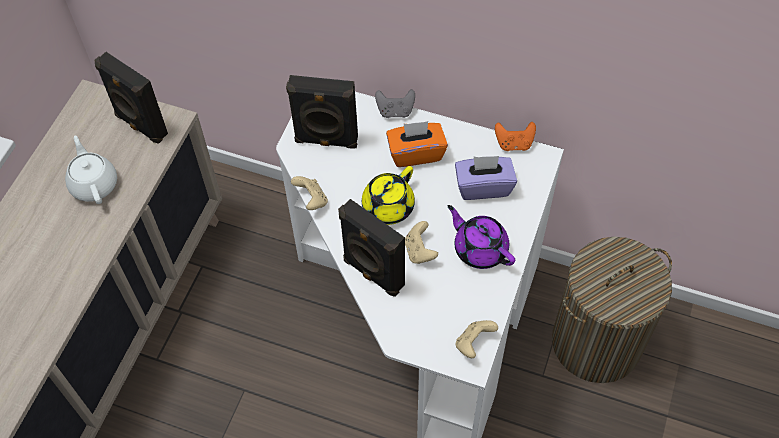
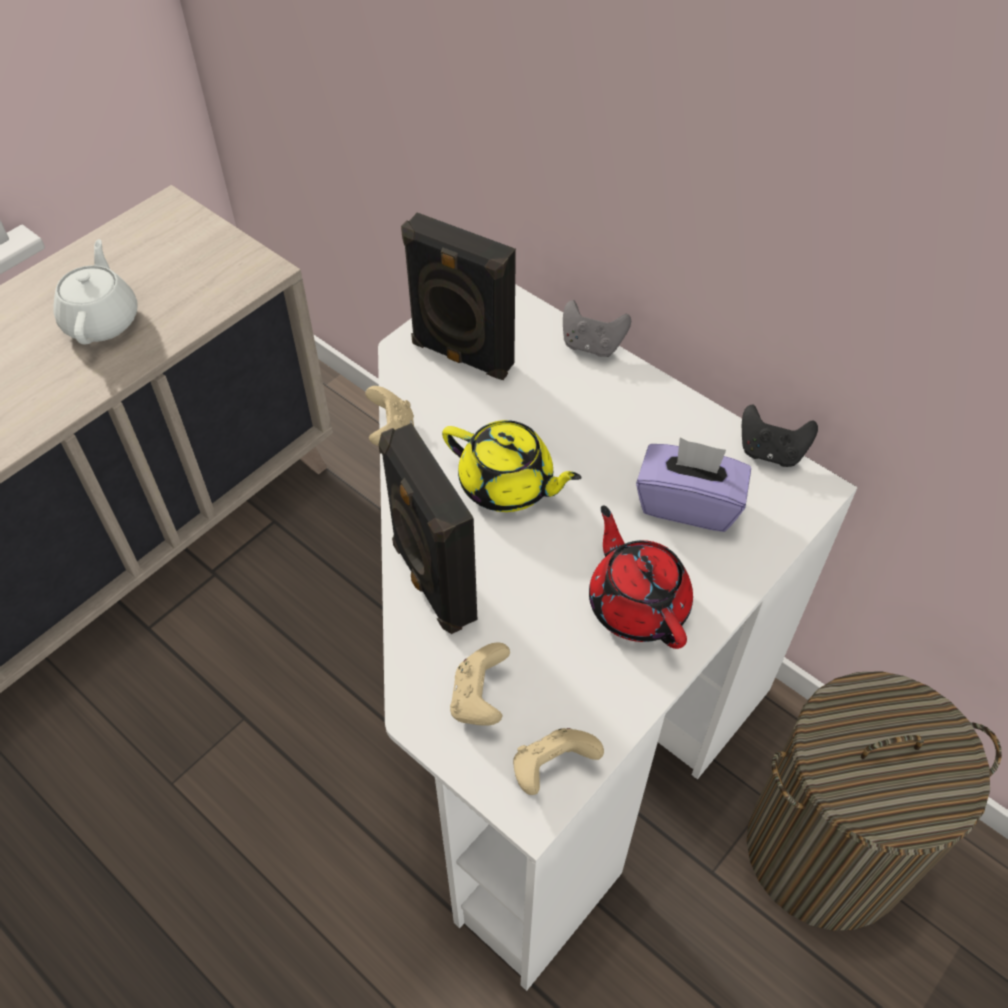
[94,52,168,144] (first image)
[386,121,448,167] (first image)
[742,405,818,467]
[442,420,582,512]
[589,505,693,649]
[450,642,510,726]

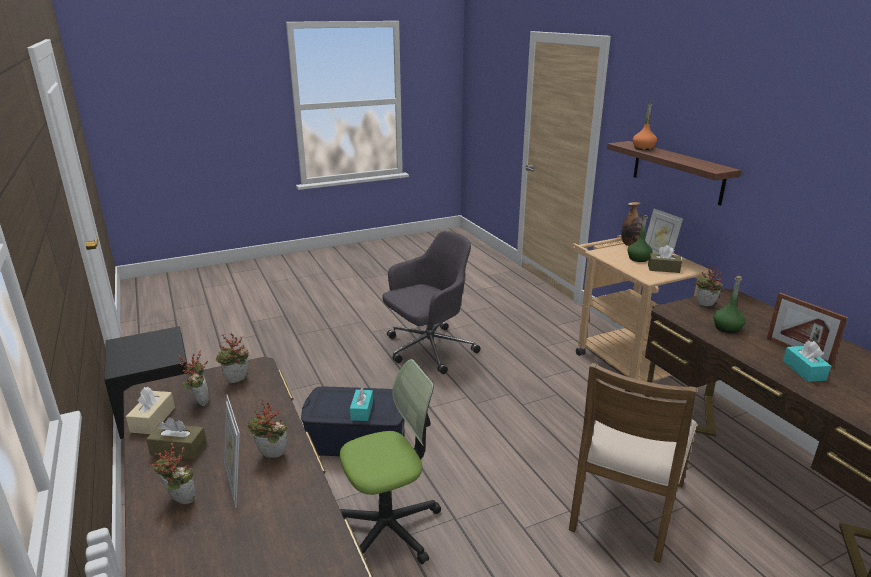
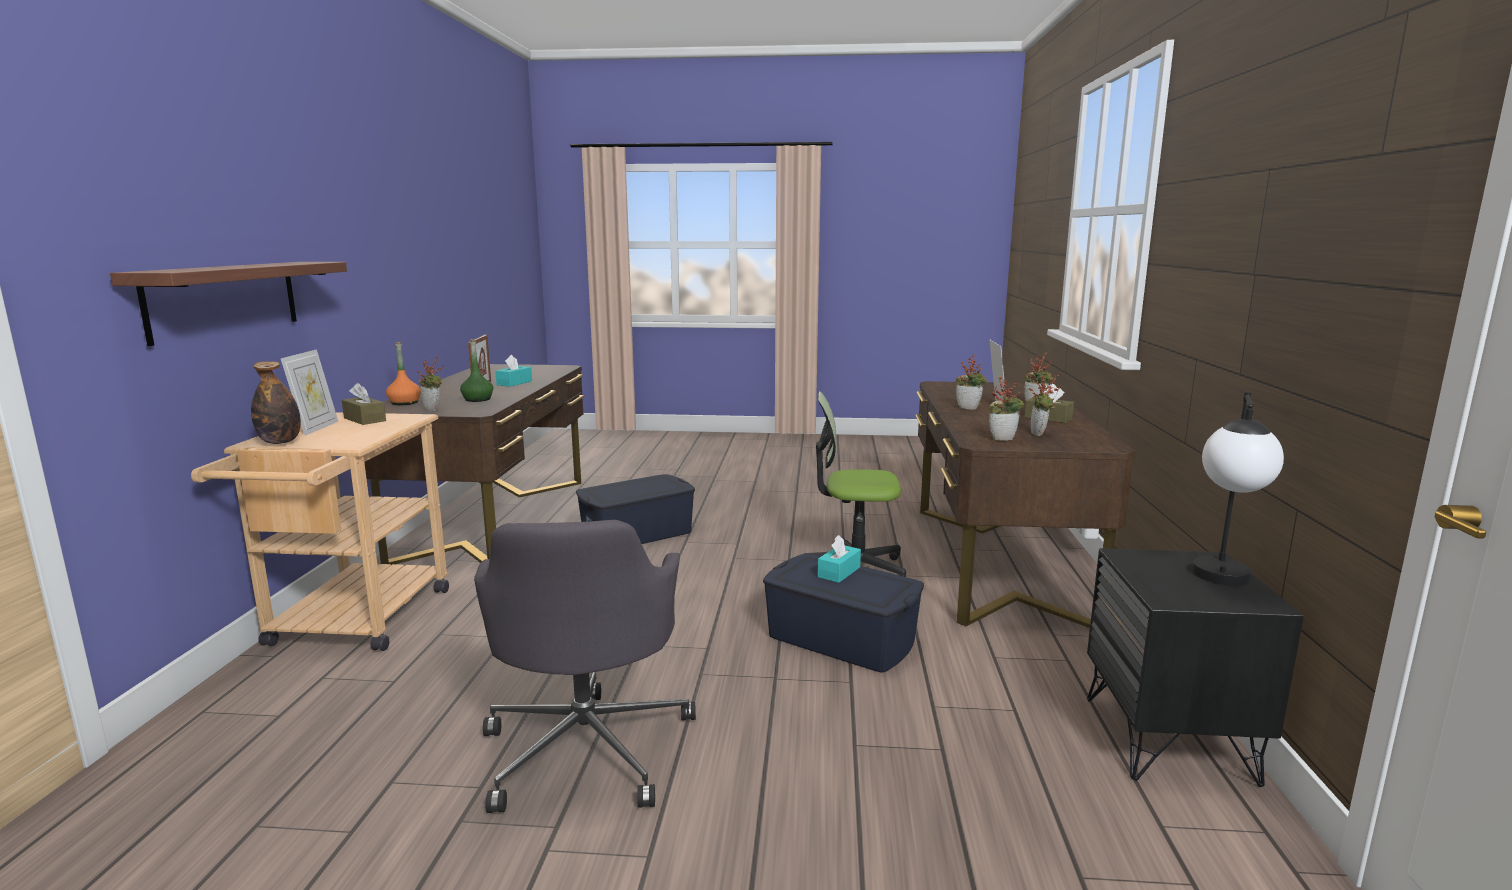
[386,342,421,405]
[628,215,653,262] (first image)
[474,520,696,813]
[576,474,695,544]
[126,387,175,434] (first image)
[1192,391,1284,585]

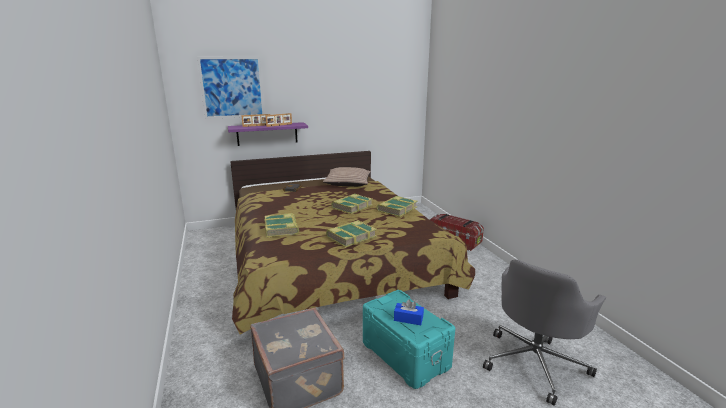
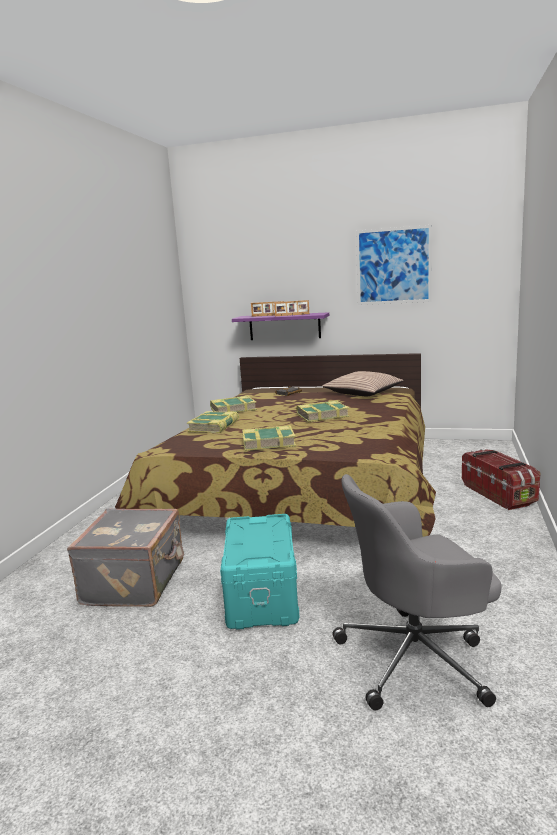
[356,225,432,305]
[210,396,257,412]
[394,299,424,325] (first image)

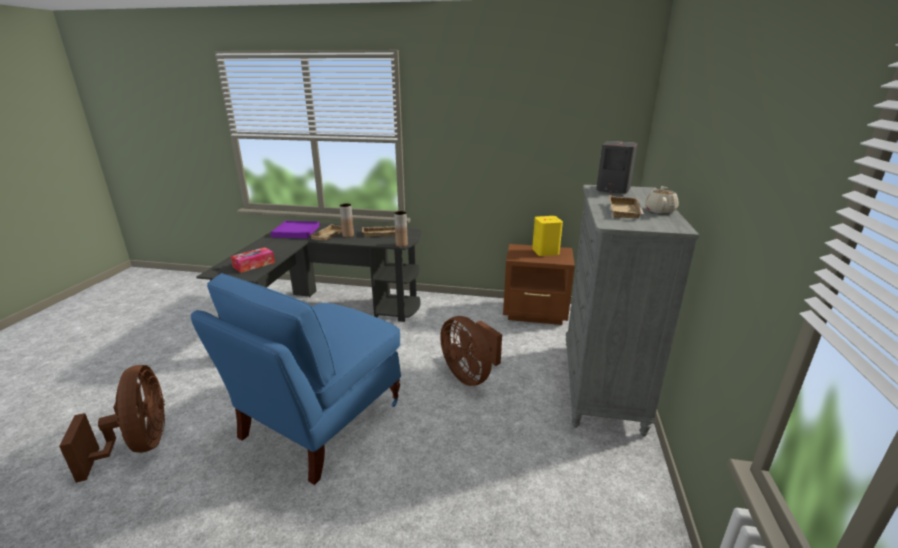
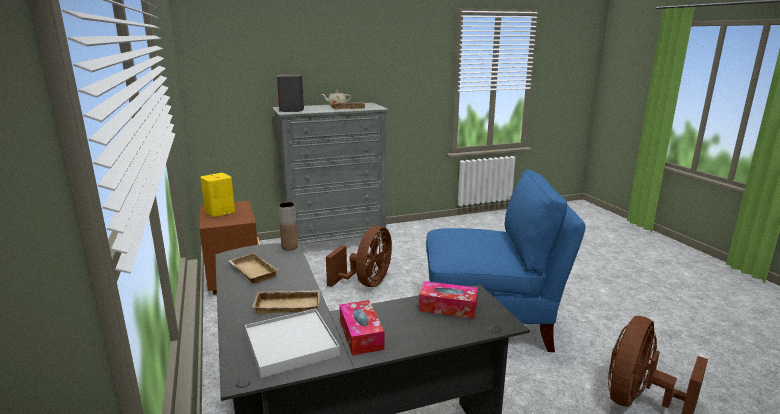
[339,203,354,238] (first image)
[245,309,340,378]
[339,300,384,355]

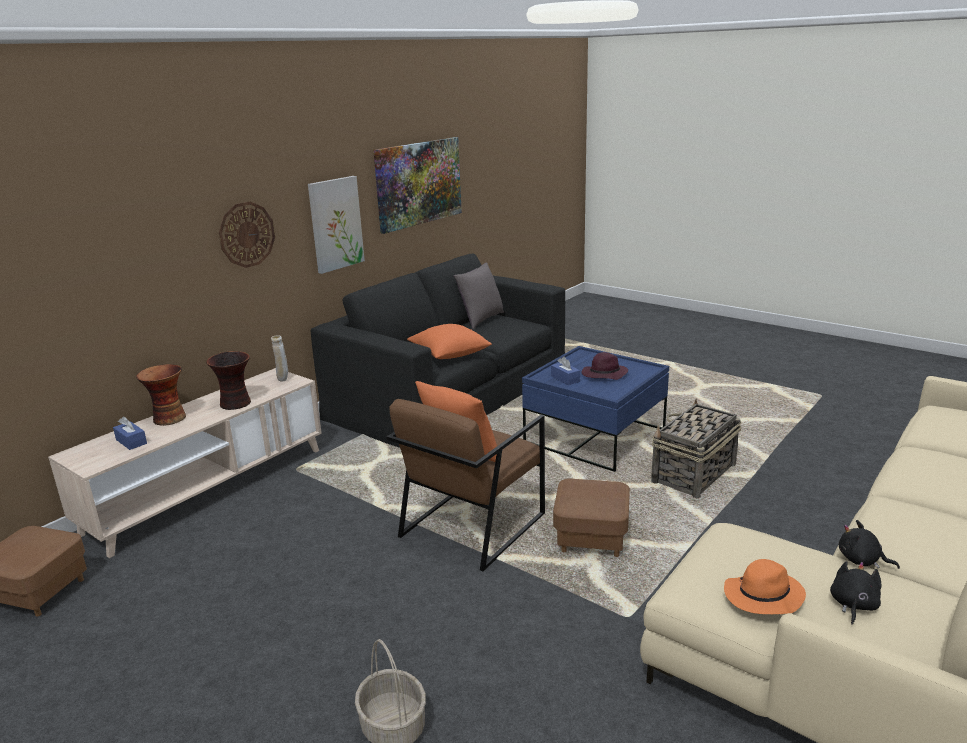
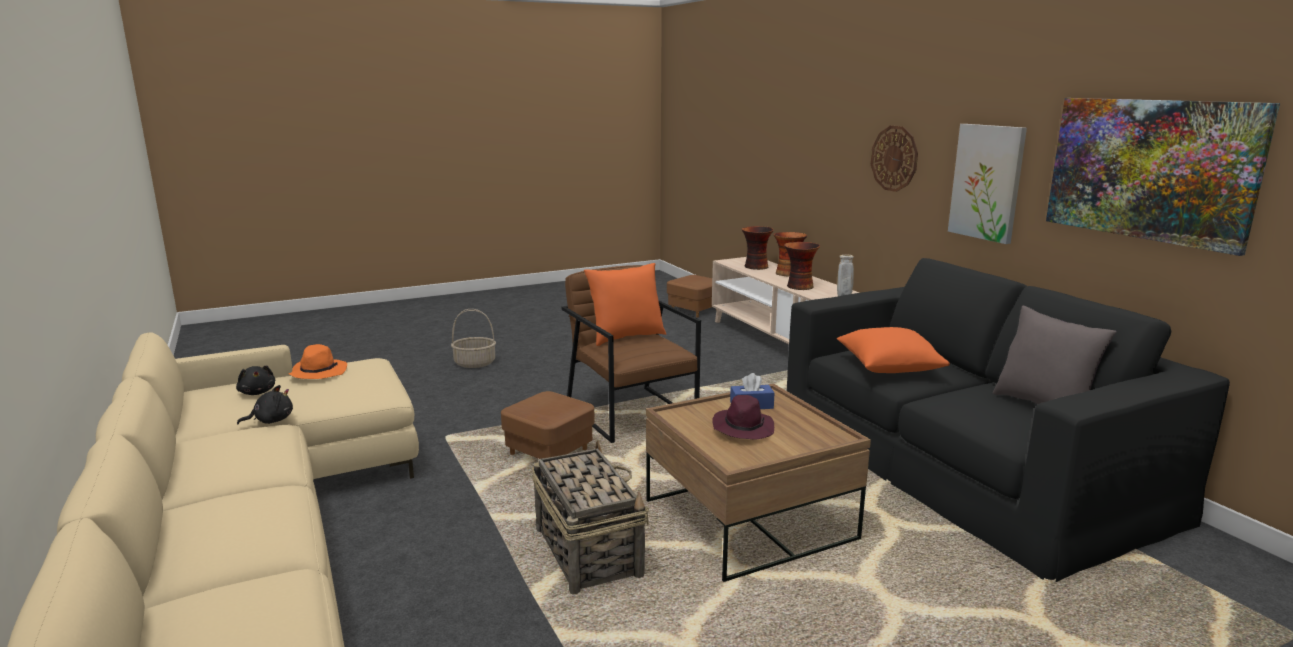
[646,383,871,582]
[742,226,774,270]

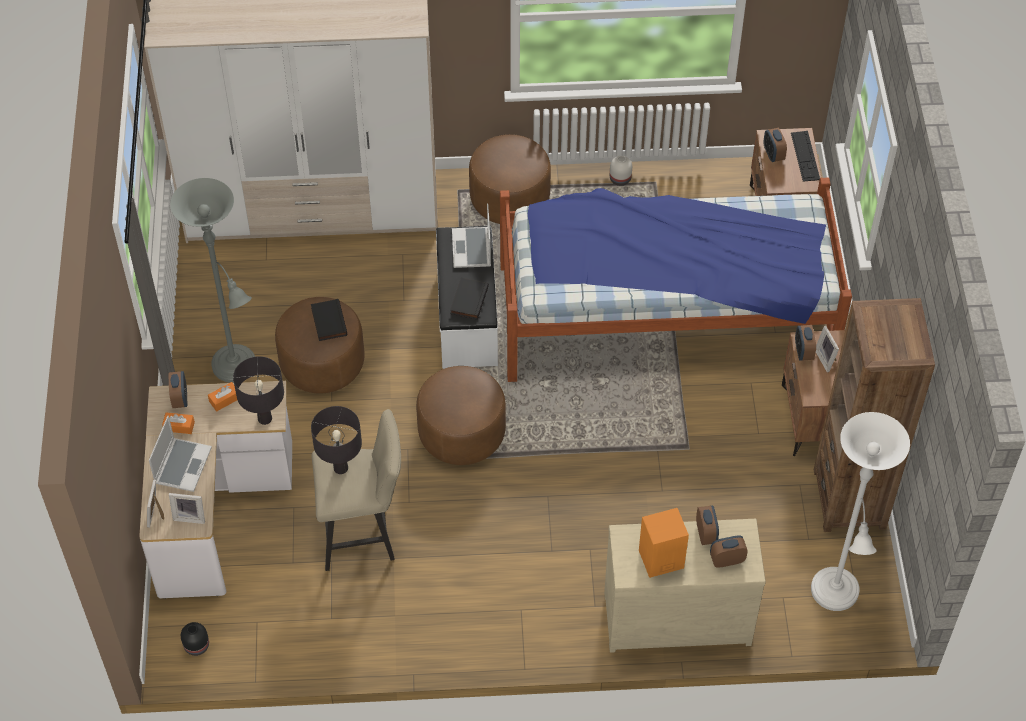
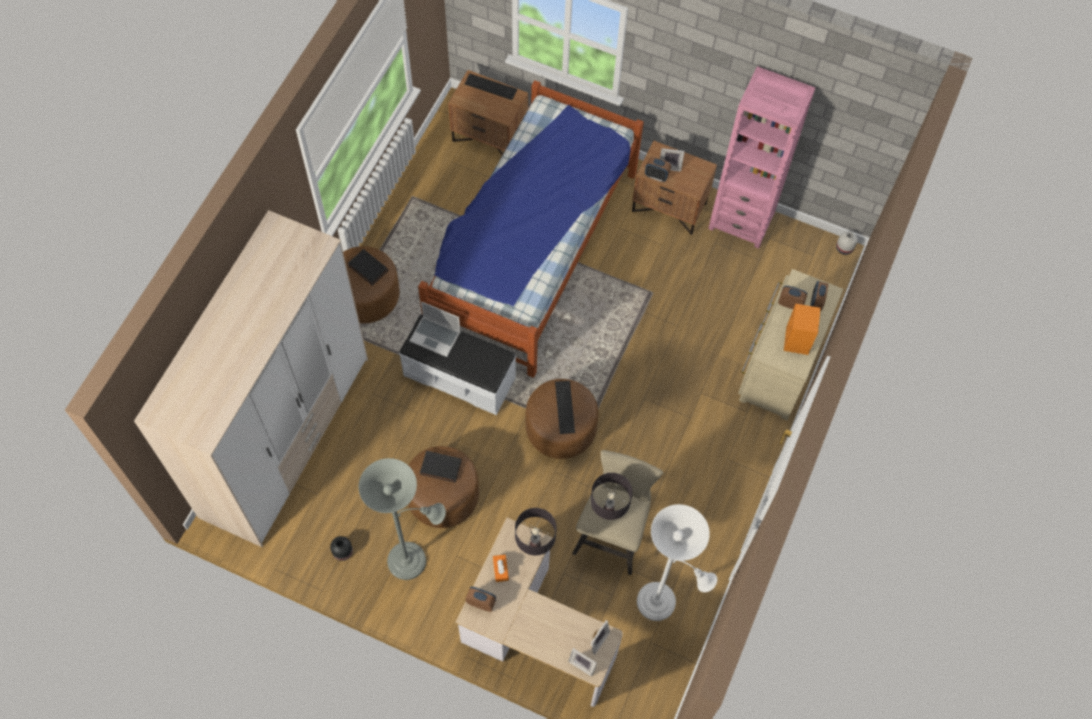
[764,128,787,162] (first image)
[836,231,857,255]
[348,249,388,286]
[708,66,815,249]
[162,412,195,434] (first image)
[637,504,717,621]
[149,416,212,492] (first image)
[330,536,353,561]
[555,381,575,434]

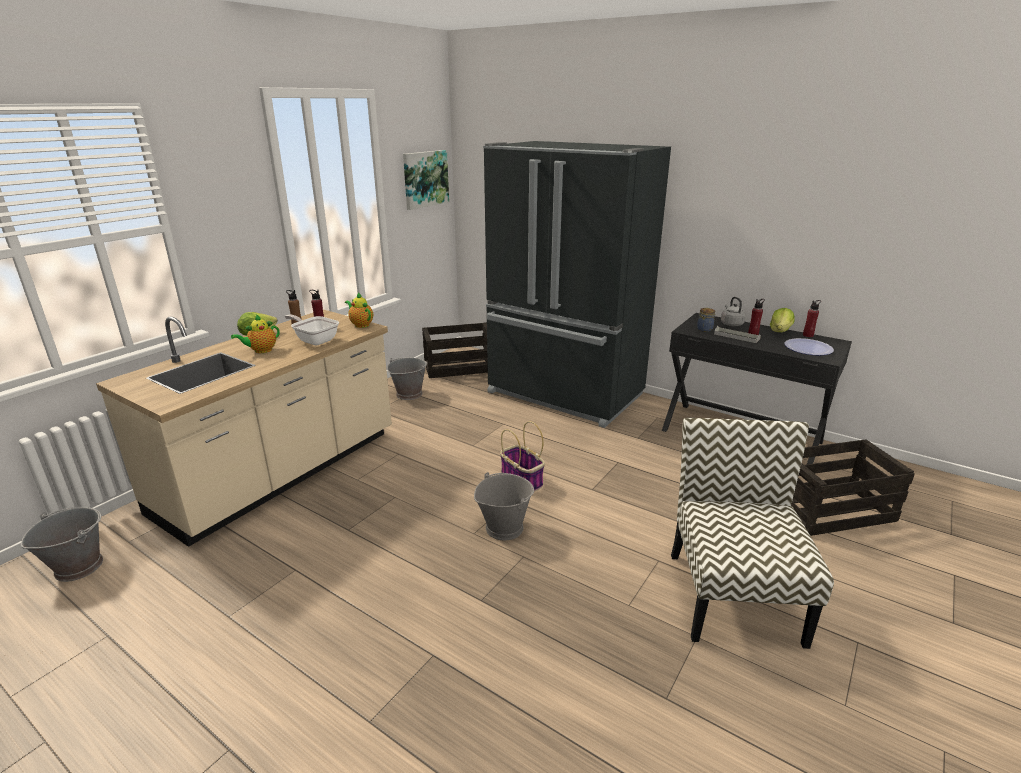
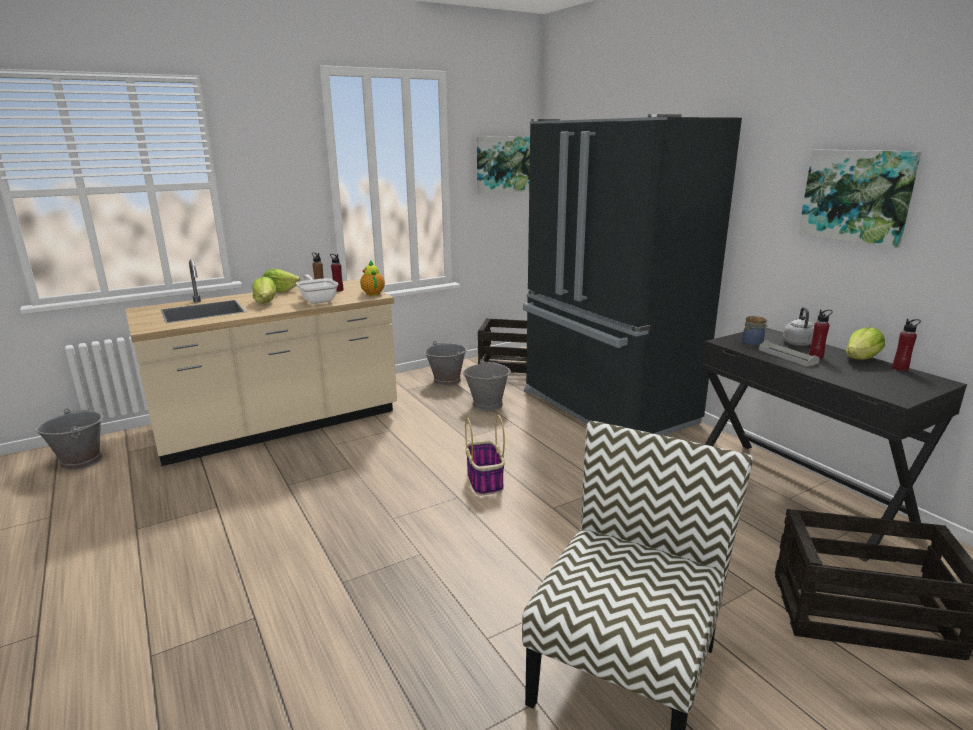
[252,277,277,304]
[784,338,834,355] (first image)
[462,359,511,411]
[798,150,921,248]

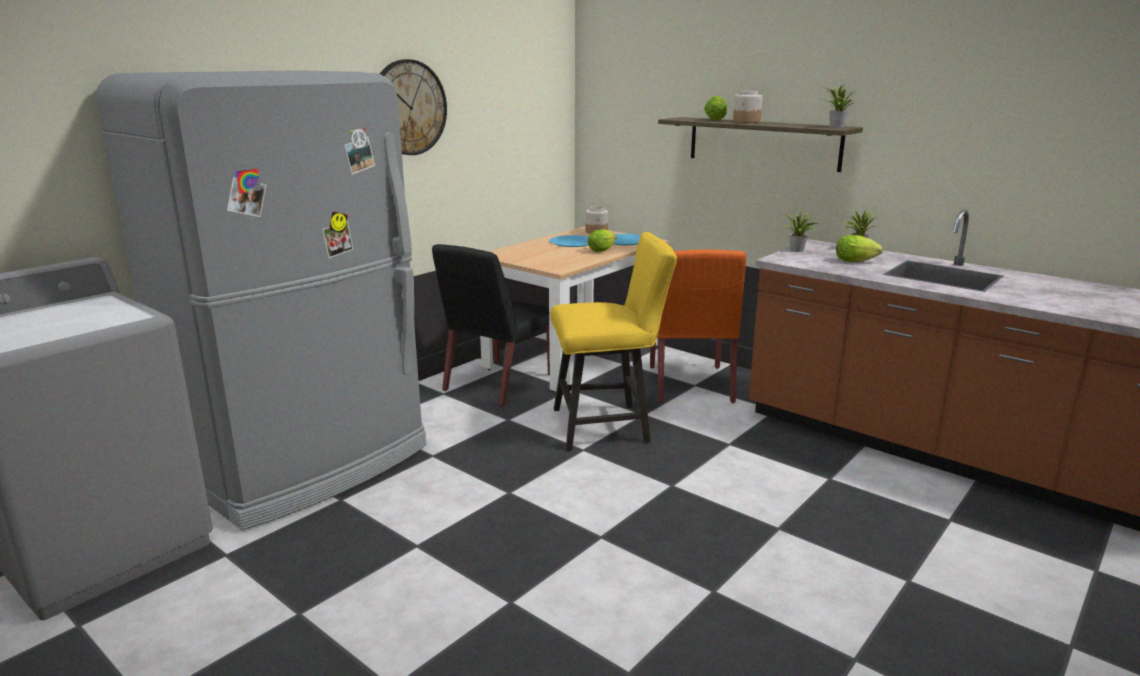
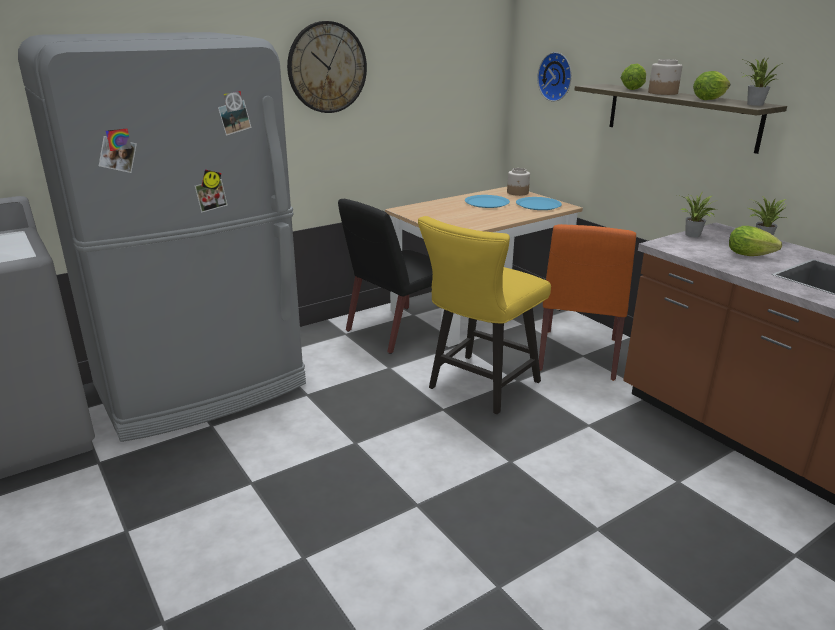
[693,71,730,100]
[418,216,551,414]
[537,52,572,102]

